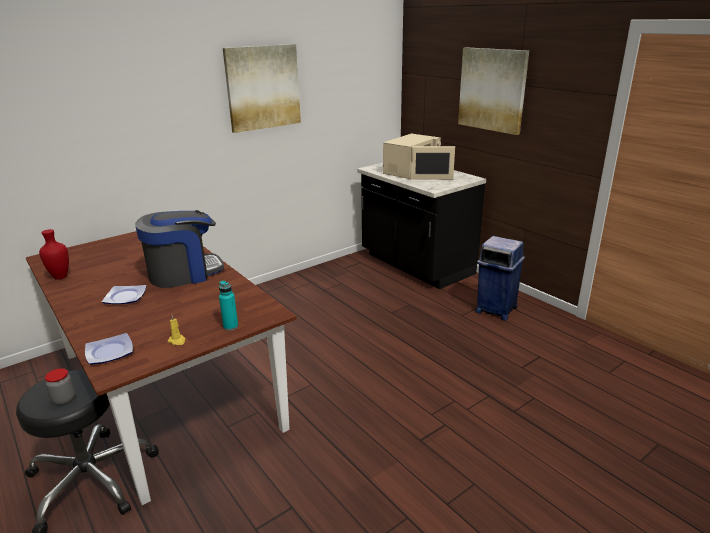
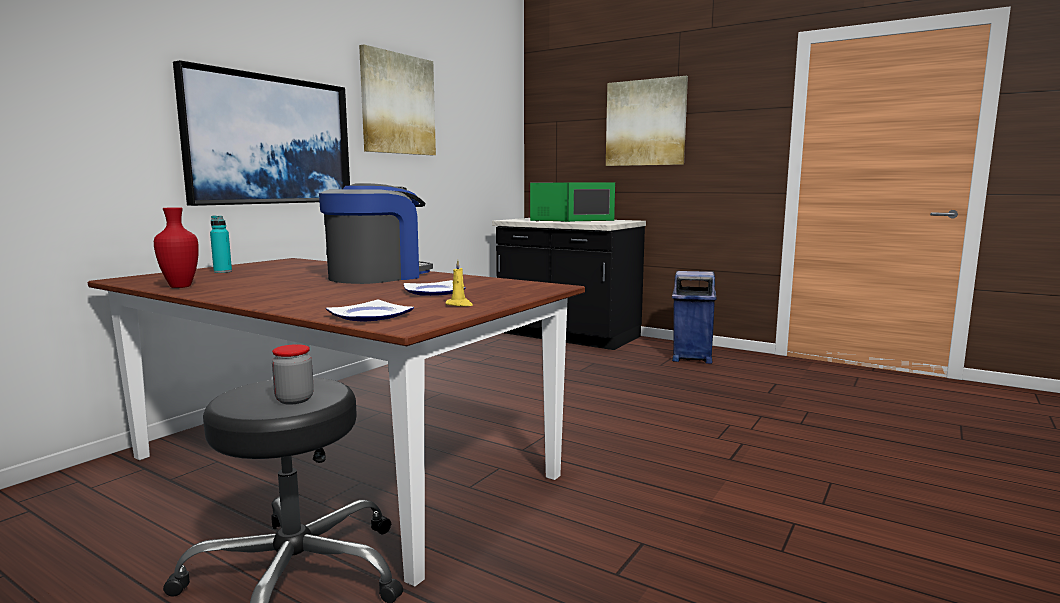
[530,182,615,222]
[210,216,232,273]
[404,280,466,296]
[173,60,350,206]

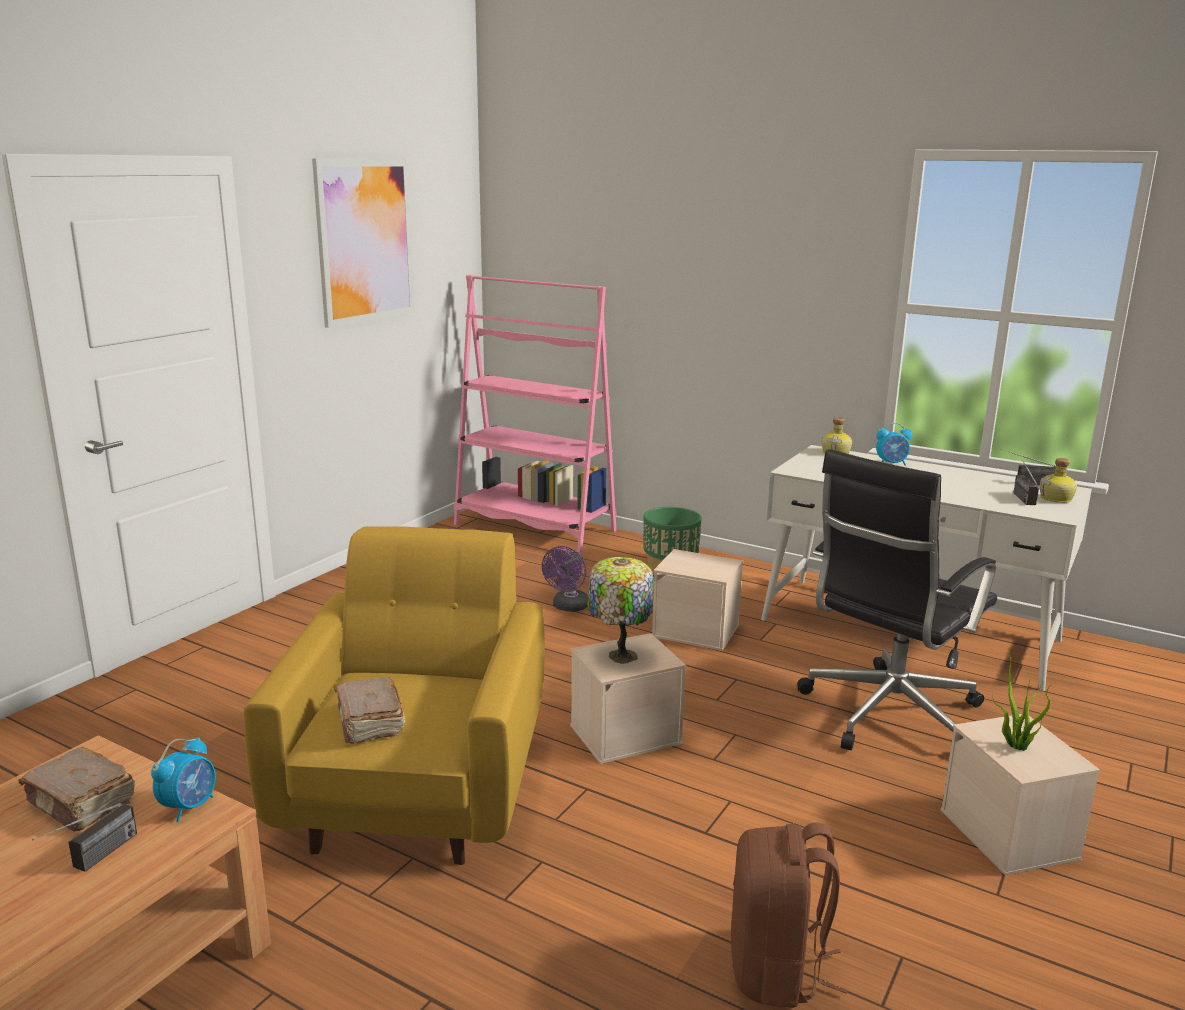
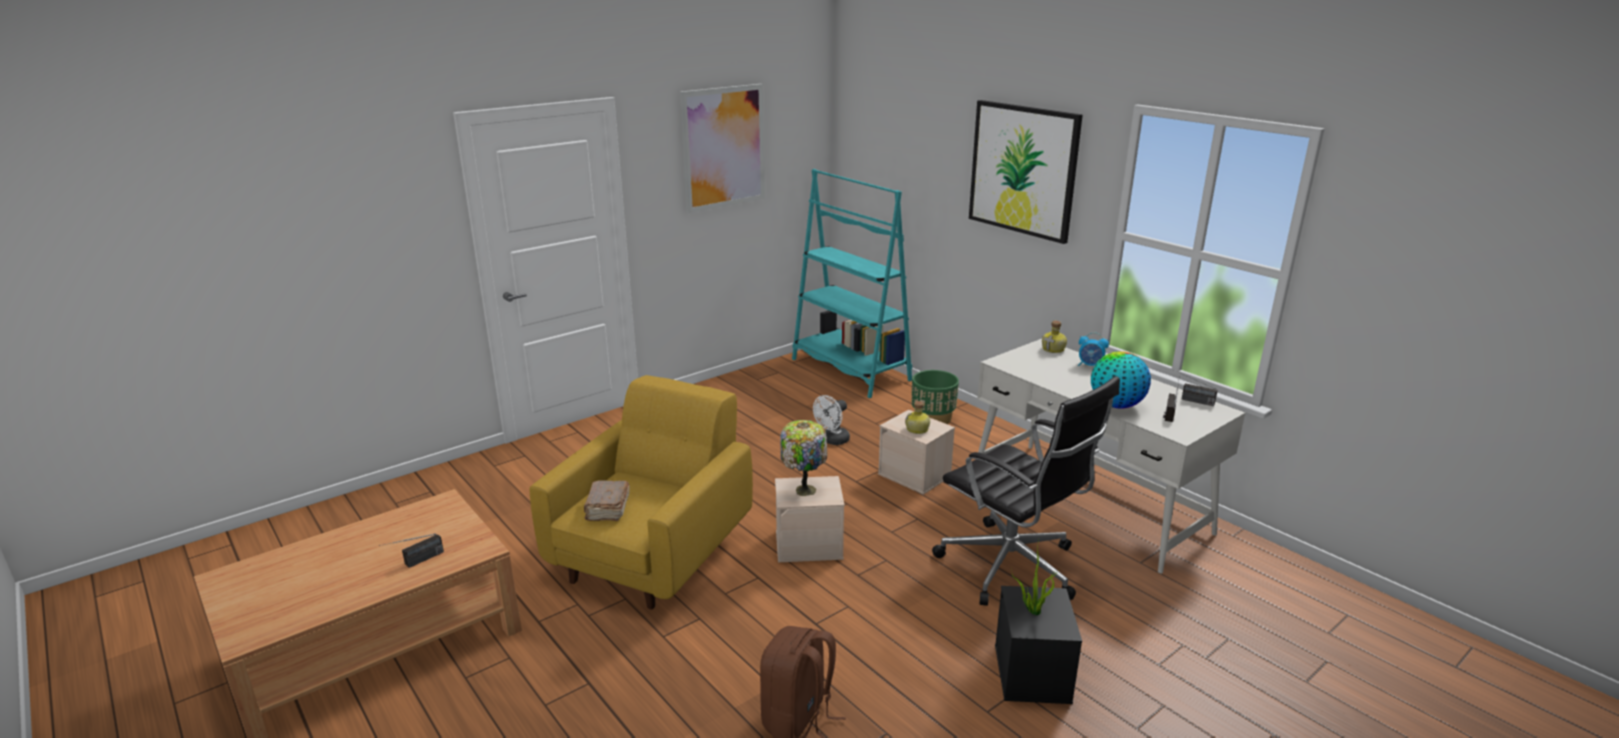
[792,169,912,398]
[932,376,1120,606]
[905,401,930,434]
[813,395,850,445]
[995,586,1082,704]
[151,737,216,822] (first image)
[18,747,135,831] (first image)
[969,100,1083,244]
[1091,351,1151,409]

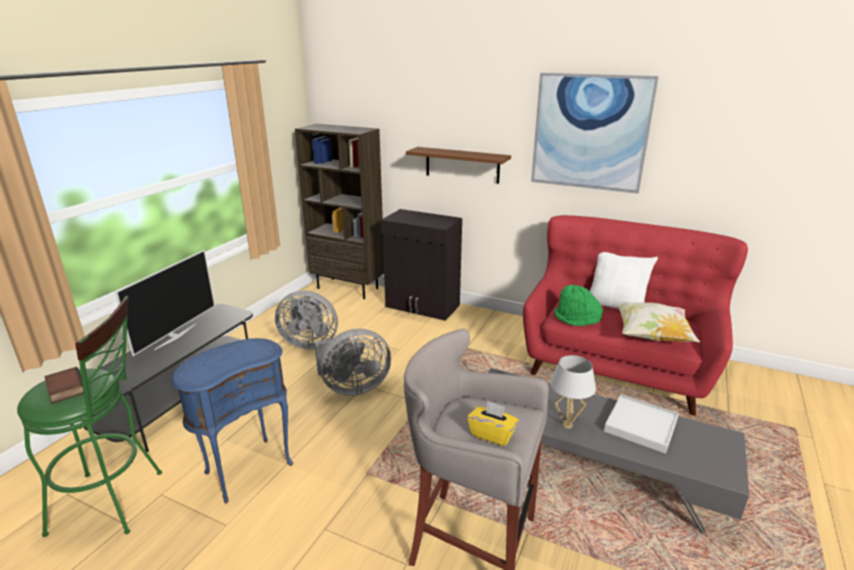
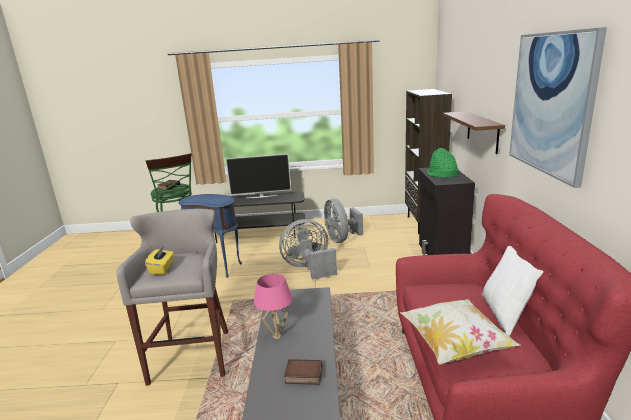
[427,148,459,178]
[279,219,337,279]
[254,274,293,339]
[284,359,322,385]

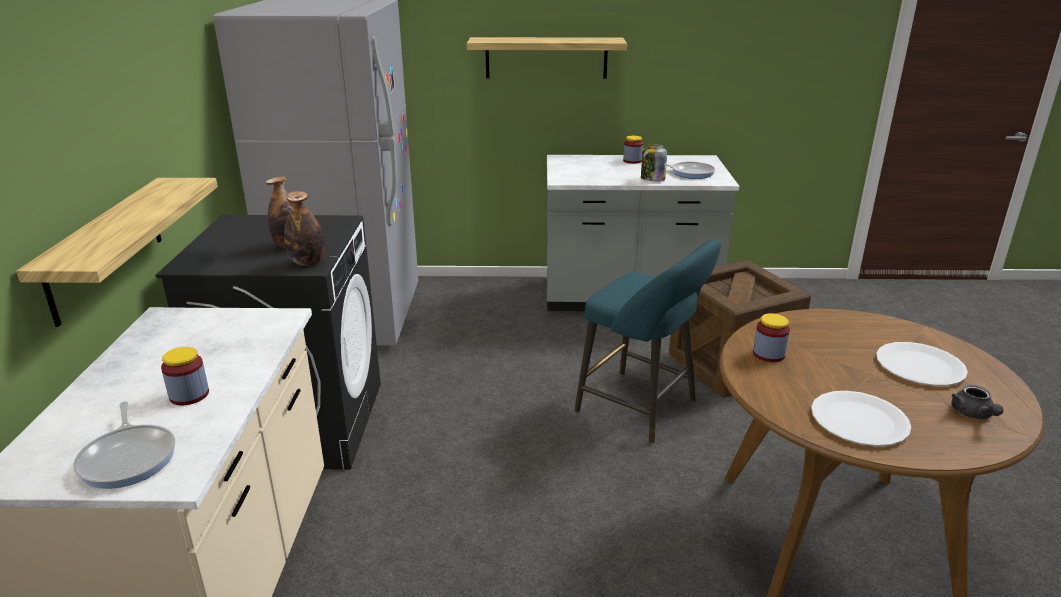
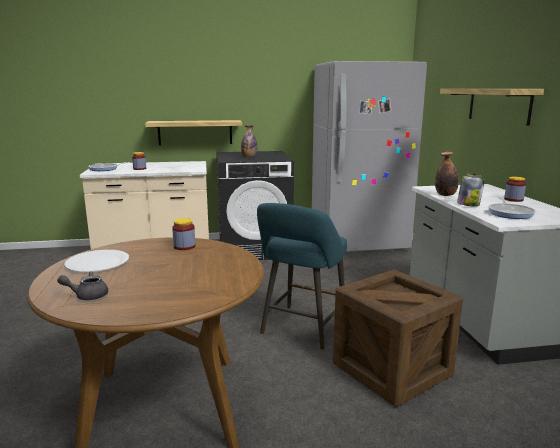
[435,152,459,196]
[876,342,968,386] (first image)

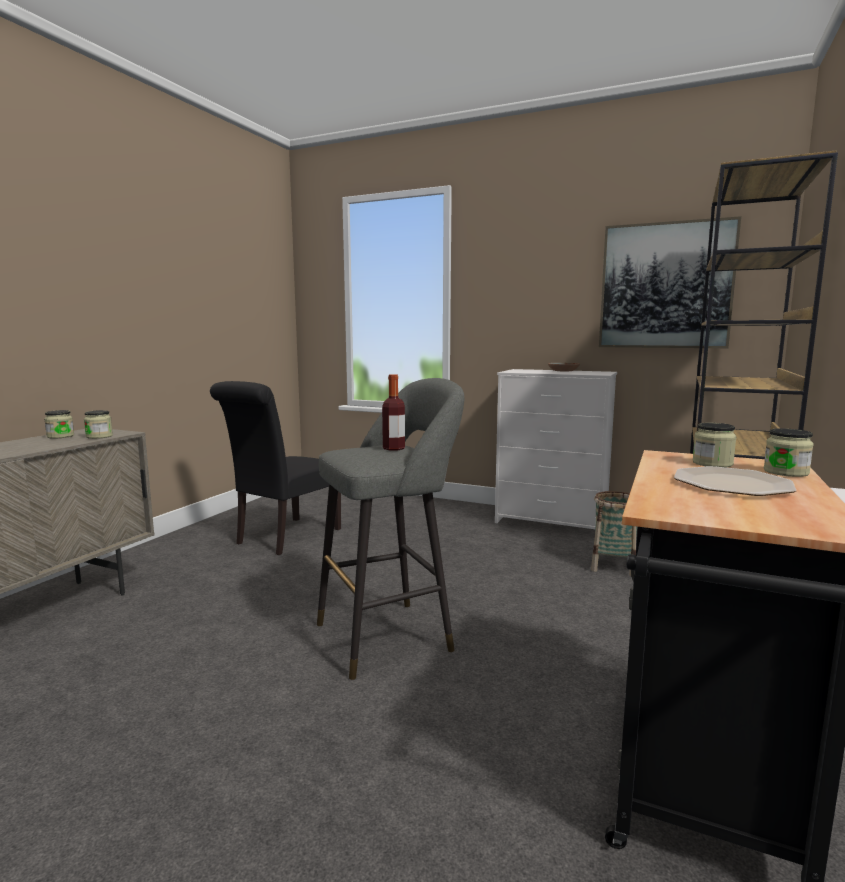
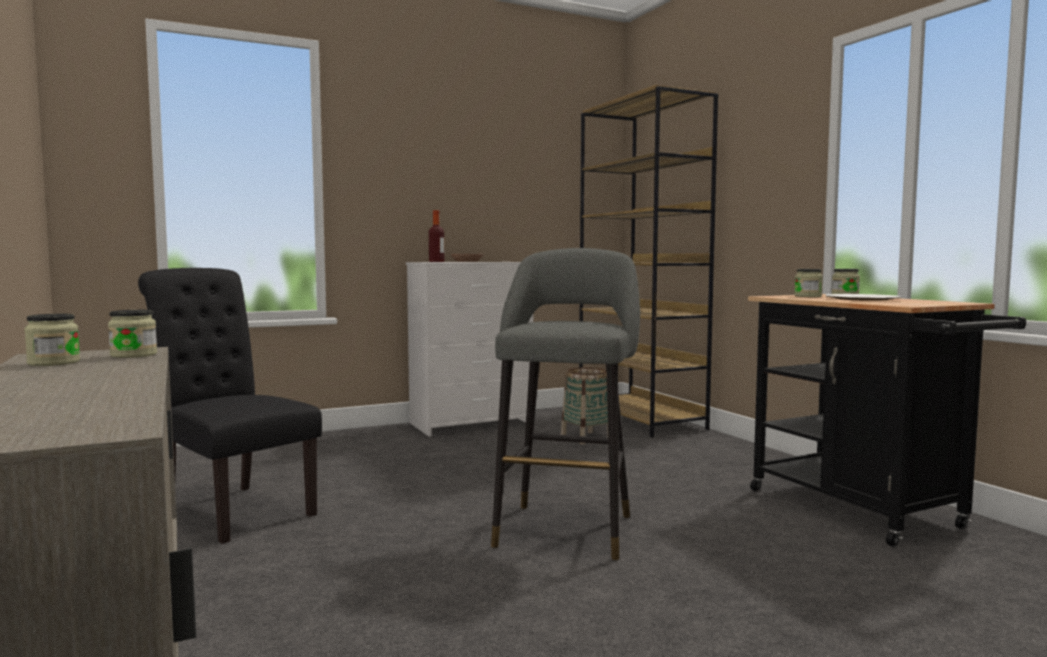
[599,216,741,348] (first image)
[429,210,444,262]
[138,268,322,544]

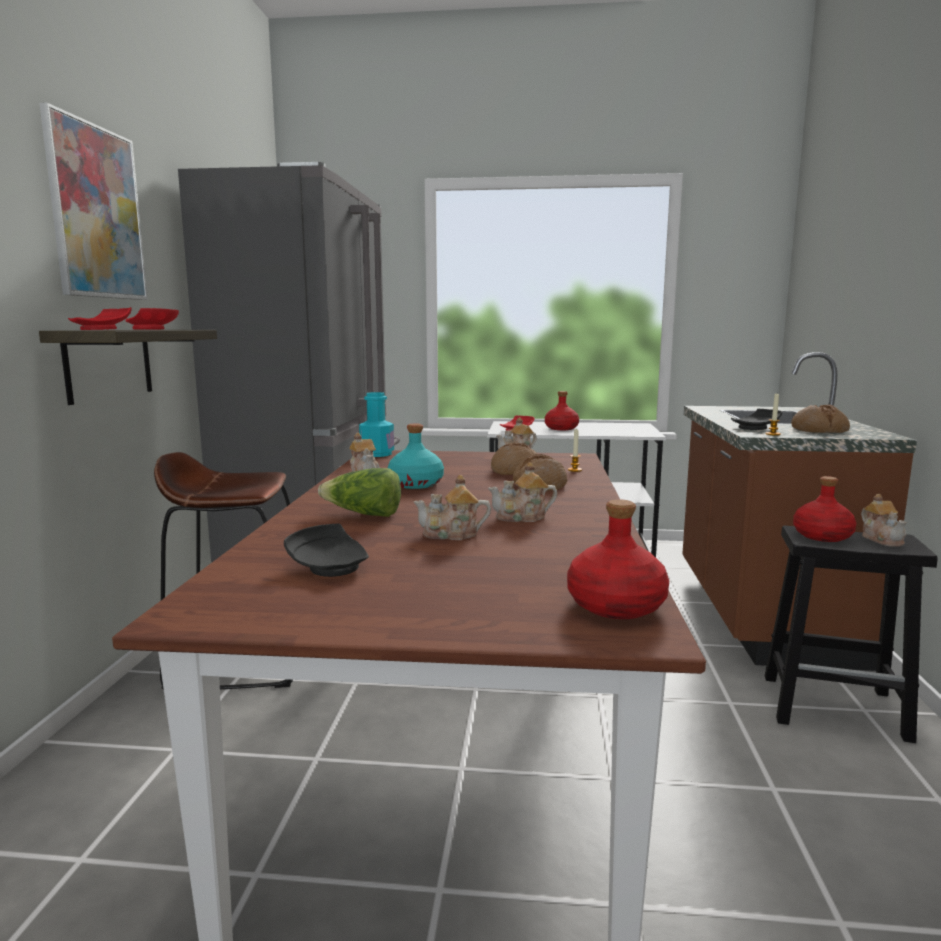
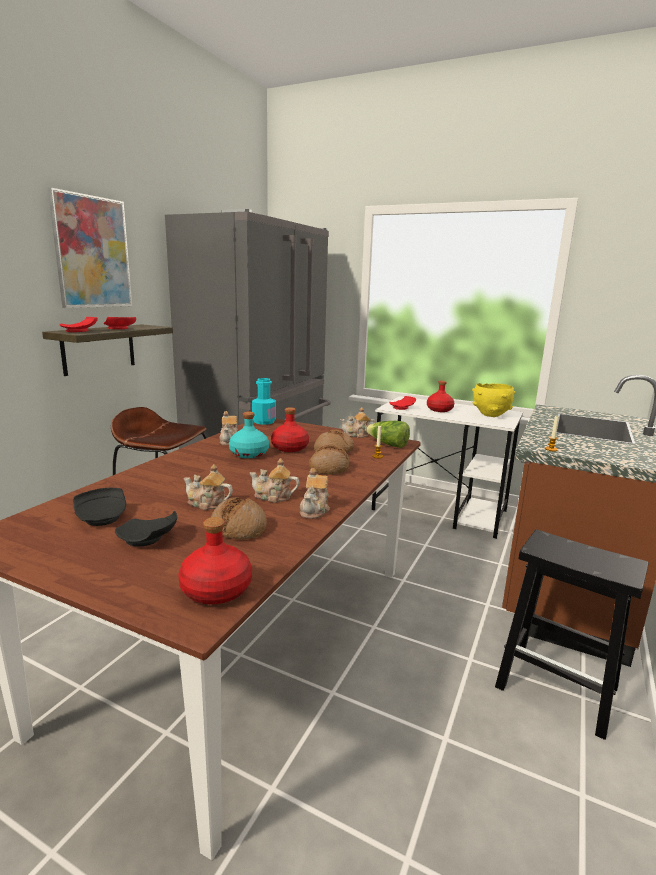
[211,497,267,540]
[115,511,177,546]
[365,421,410,448]
[271,407,309,452]
[300,468,330,519]
[472,383,516,417]

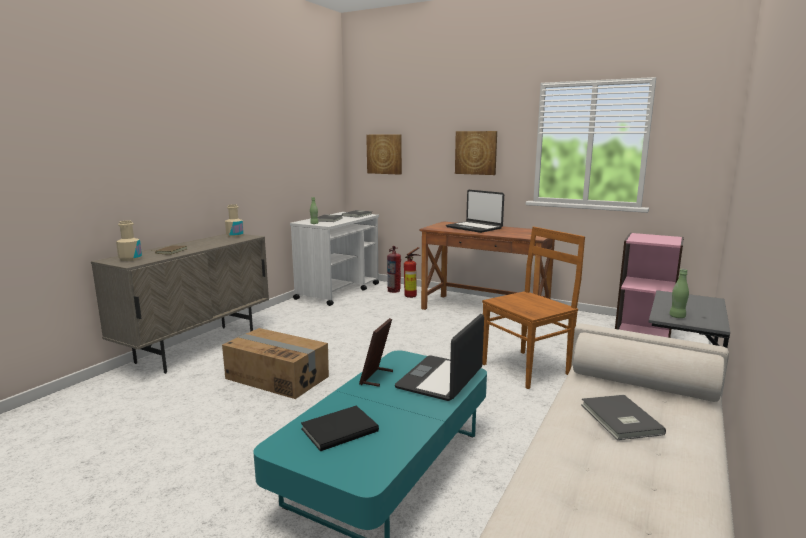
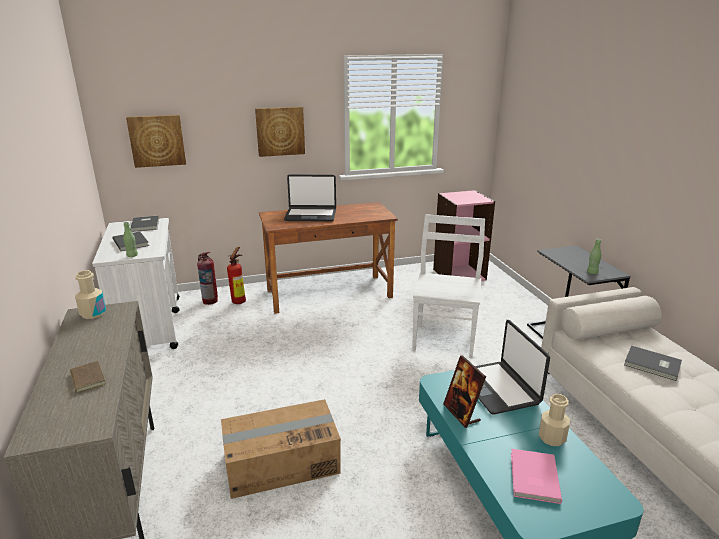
[539,394,570,446]
[412,214,485,358]
[511,449,562,504]

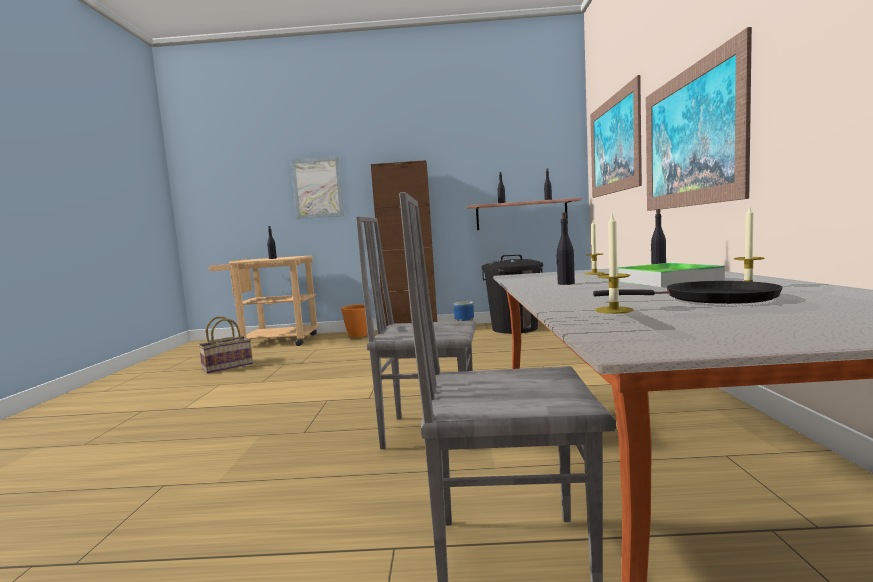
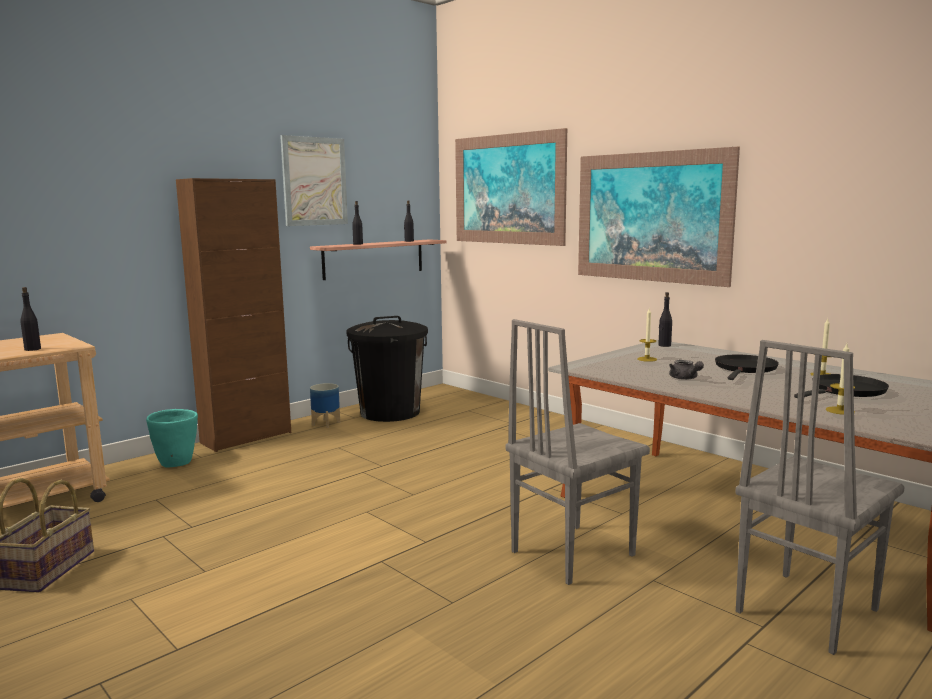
[280,135,348,226]
[669,360,704,380]
[715,355,779,380]
[146,409,198,468]

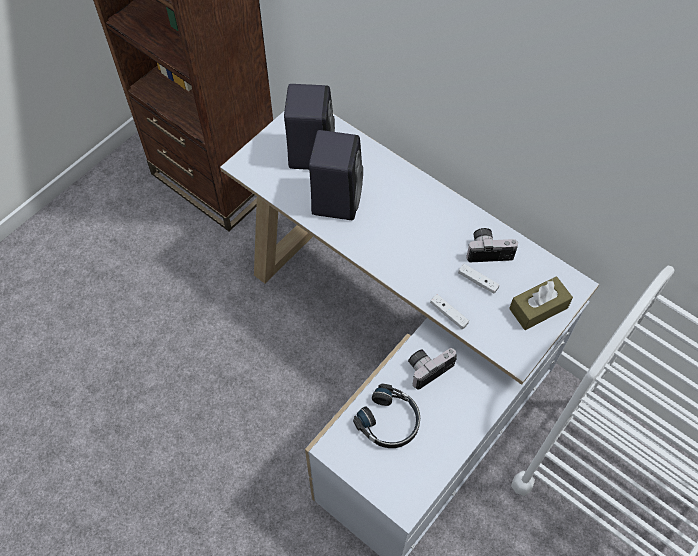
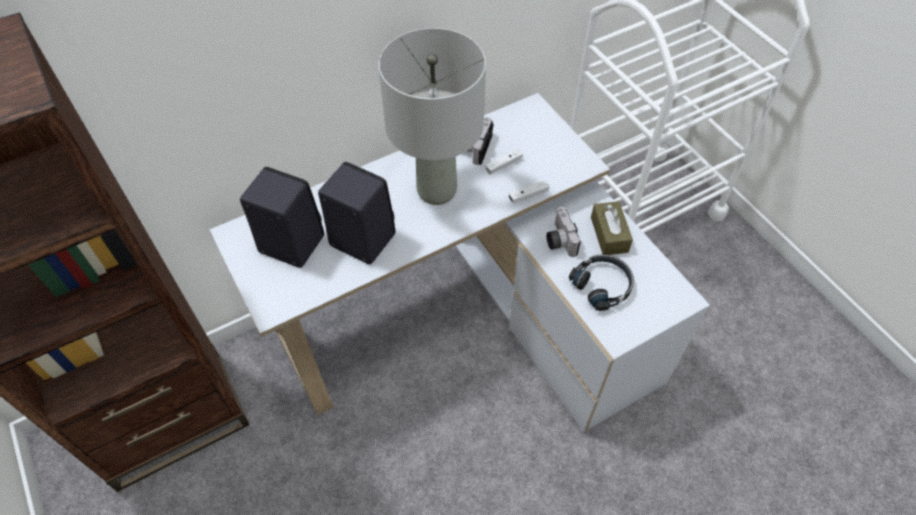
[591,201,633,255]
[378,28,486,205]

